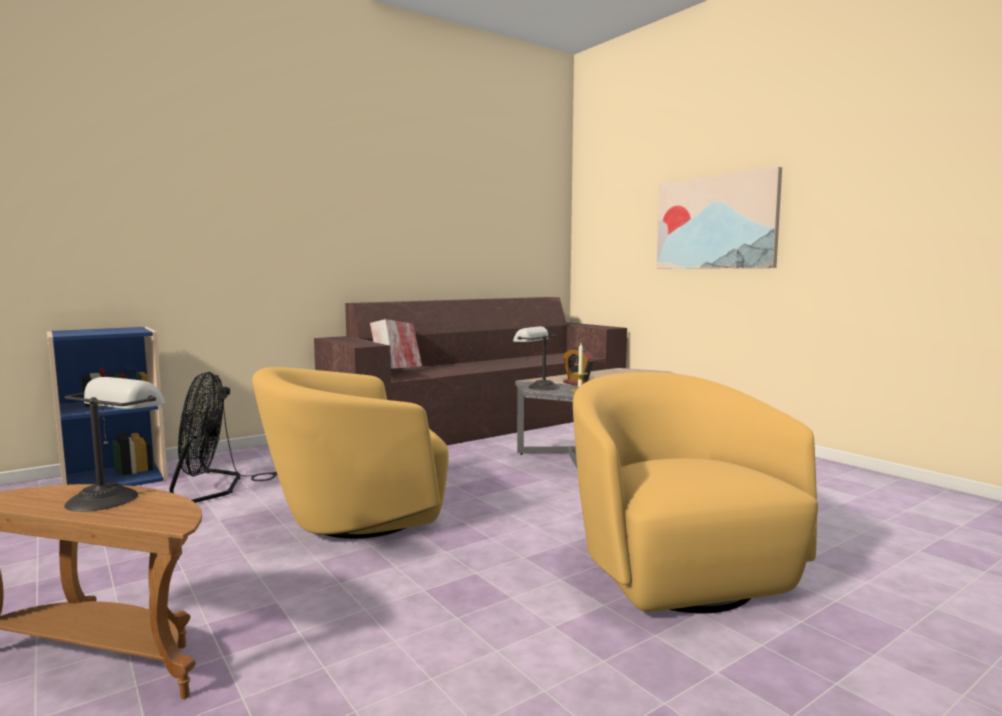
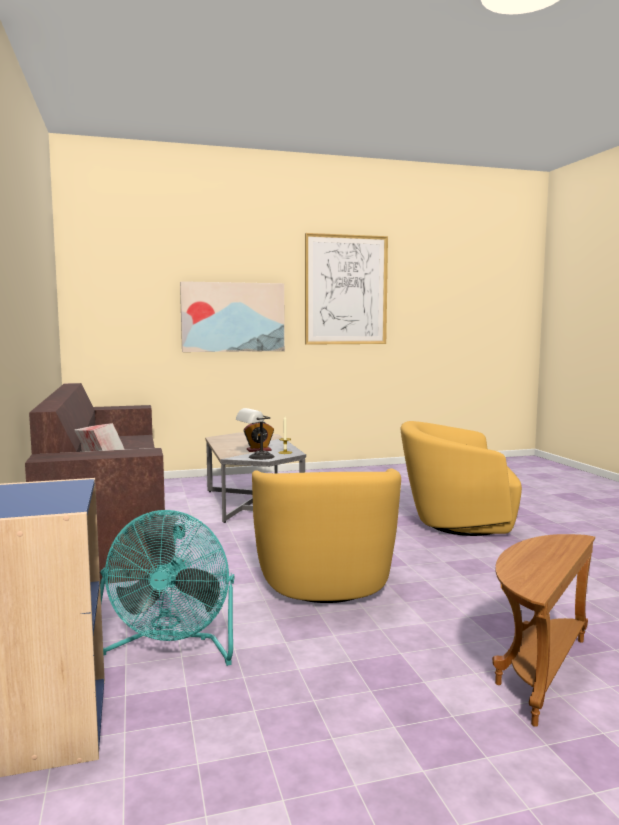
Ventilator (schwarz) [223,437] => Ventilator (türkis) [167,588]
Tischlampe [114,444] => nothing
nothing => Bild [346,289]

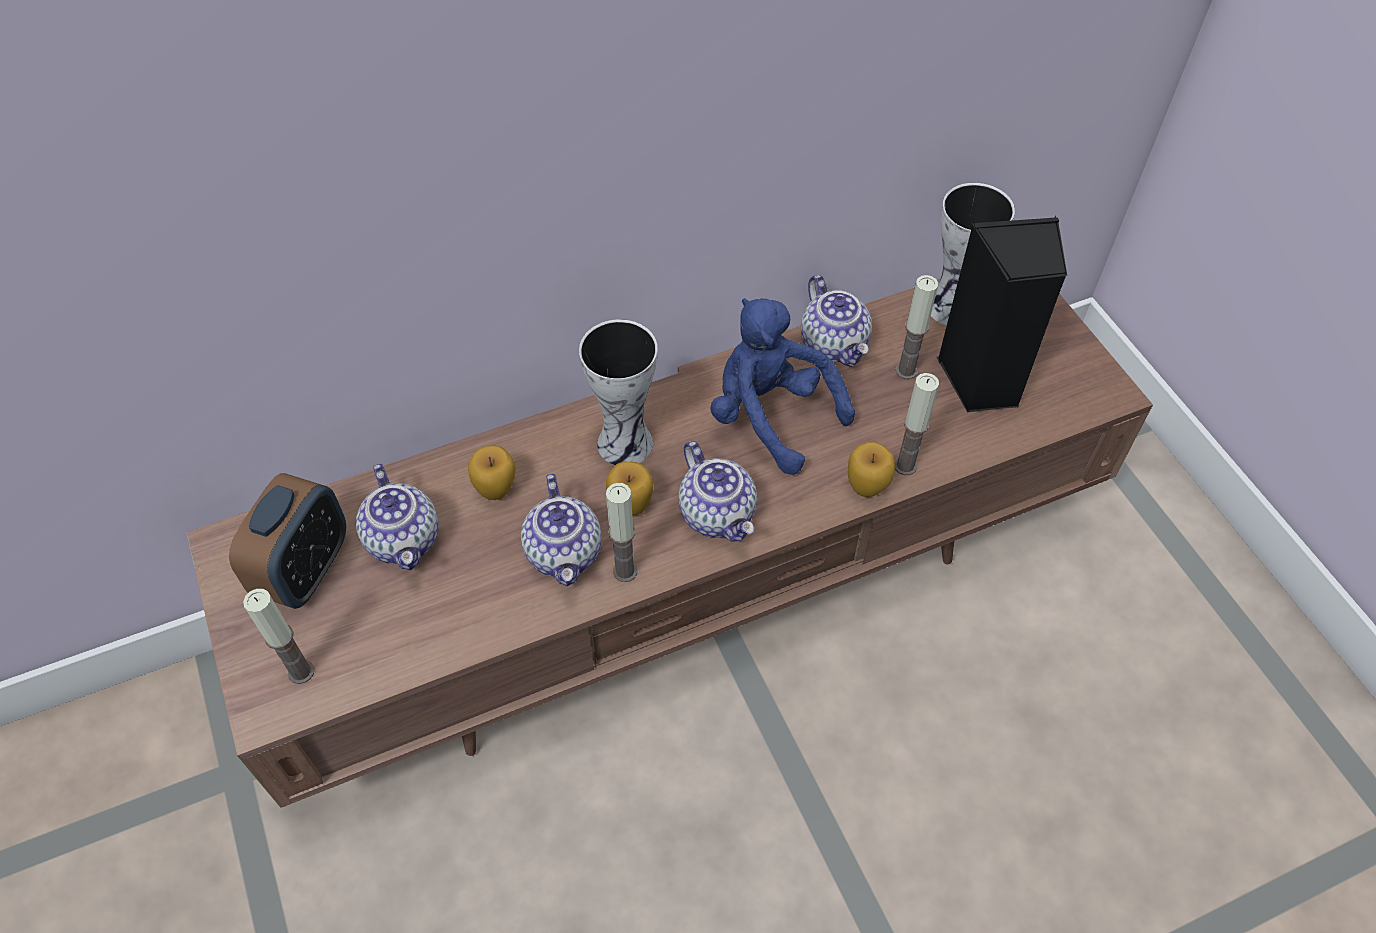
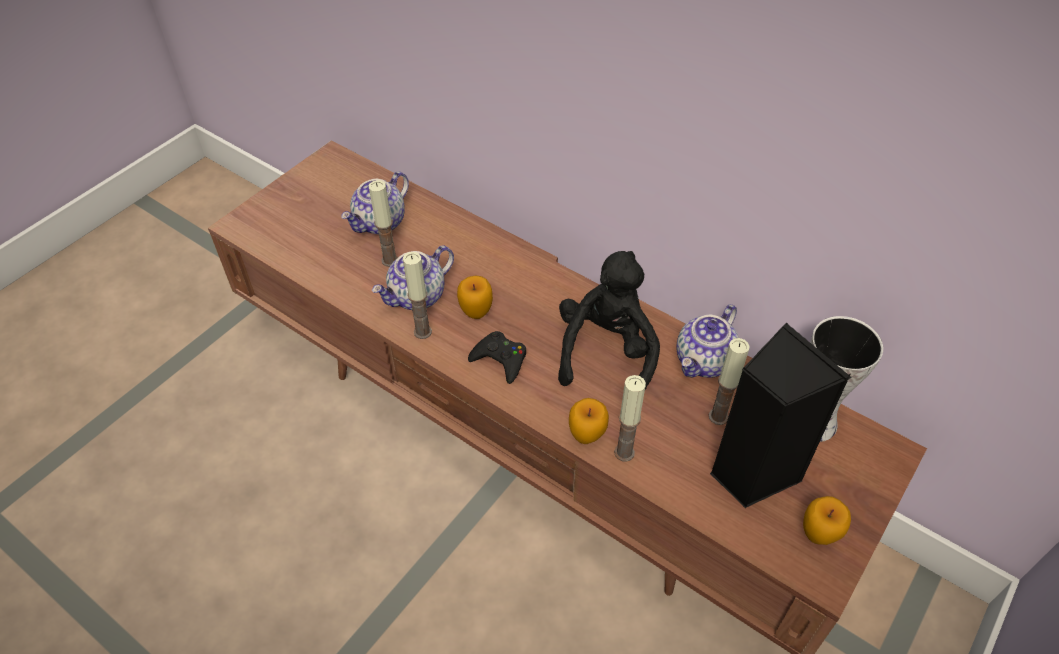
Plüschtier (blau) [782,386] => Plüschtier (schwarz) [609,320]
Vase [618,392] => nothing
Teekanne [717,491] => Gamepad (schwarz) [497,357]
Apfel [492,472] => Apfel [827,520], relocated
Wecker [287,541] => nothing
Kerze [278,636] => Kerze [383,223], relocated

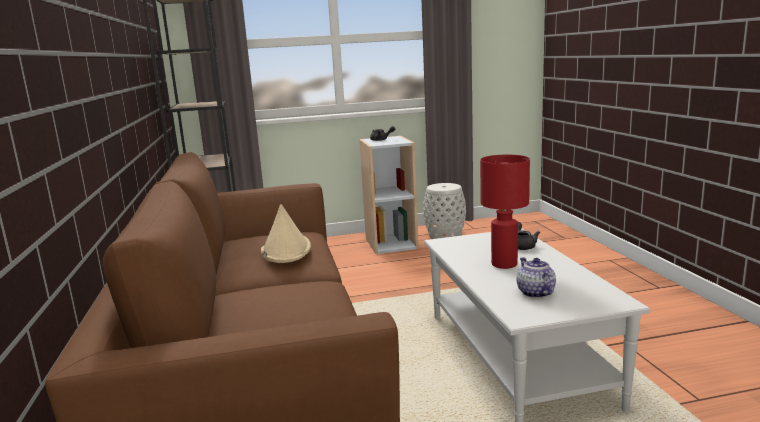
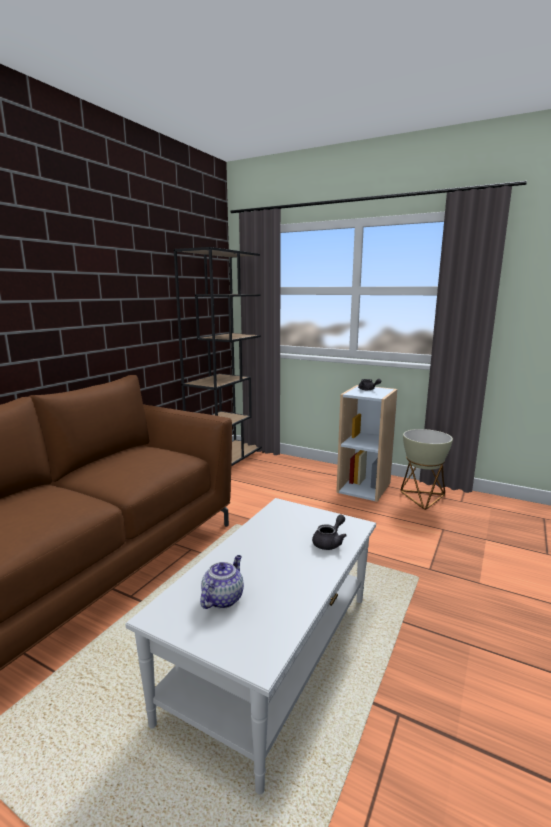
Tischlampe (rot) [505,212] => nothing
Hocker (weiß) [444,211] => Pflanzkübel [426,469]
Hut (beige) [286,234] => nothing

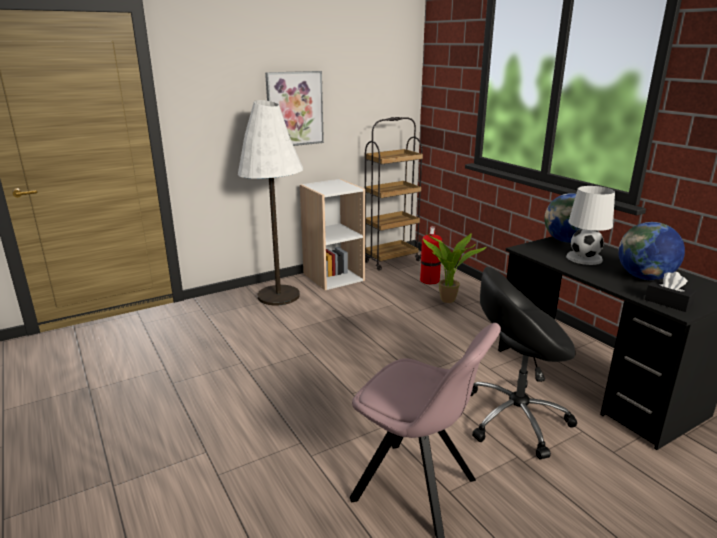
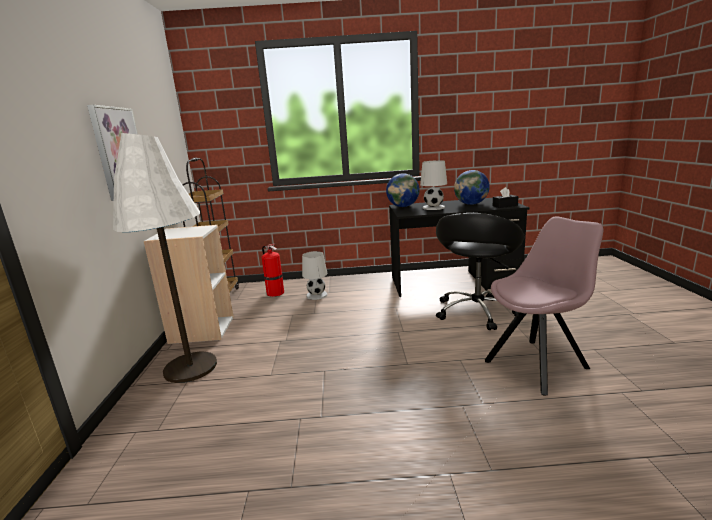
Topfpflanze [455,267] => Tischlampe (weiß) [315,275]

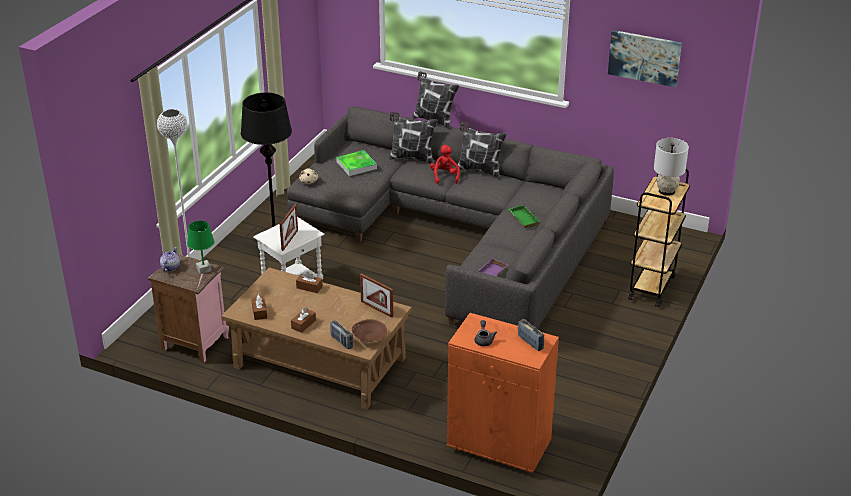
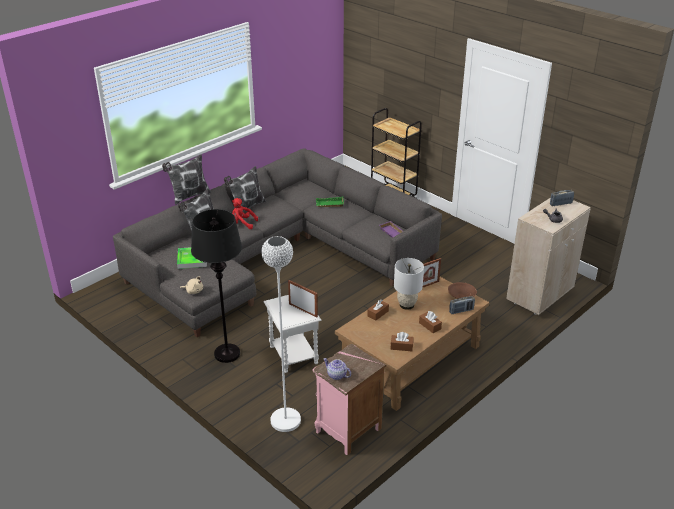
Bild [645,58] => nothing
Tischlampe (weiß) [671,167] => Tischlampe (weiß) [409,284], relocated
Tischlampe (grün) [201,247] => nothing
Schrank (orange) [503,393] => Schrank (beige) [548,256]

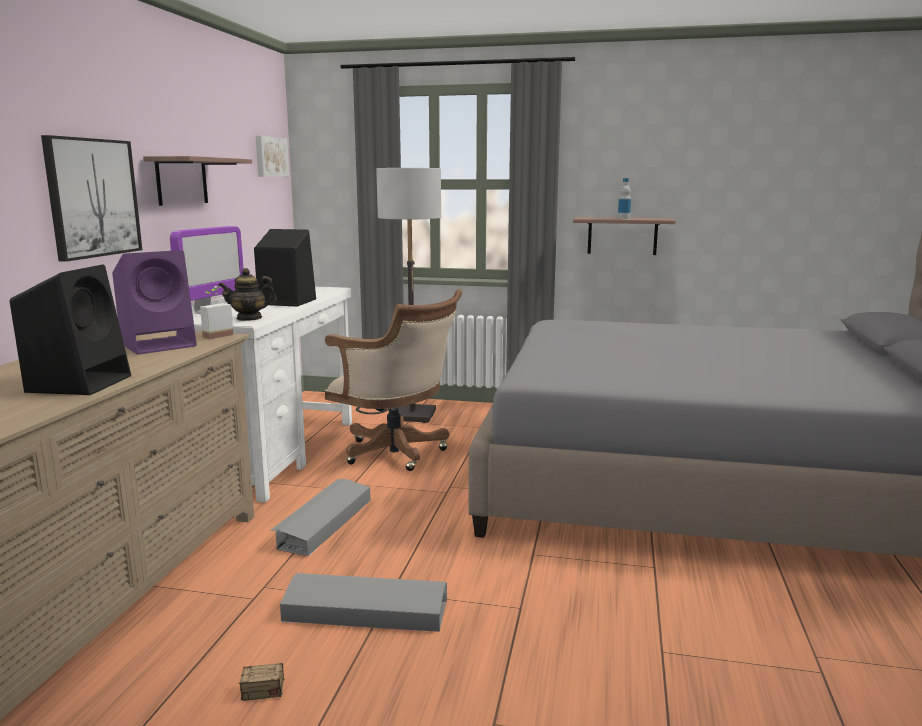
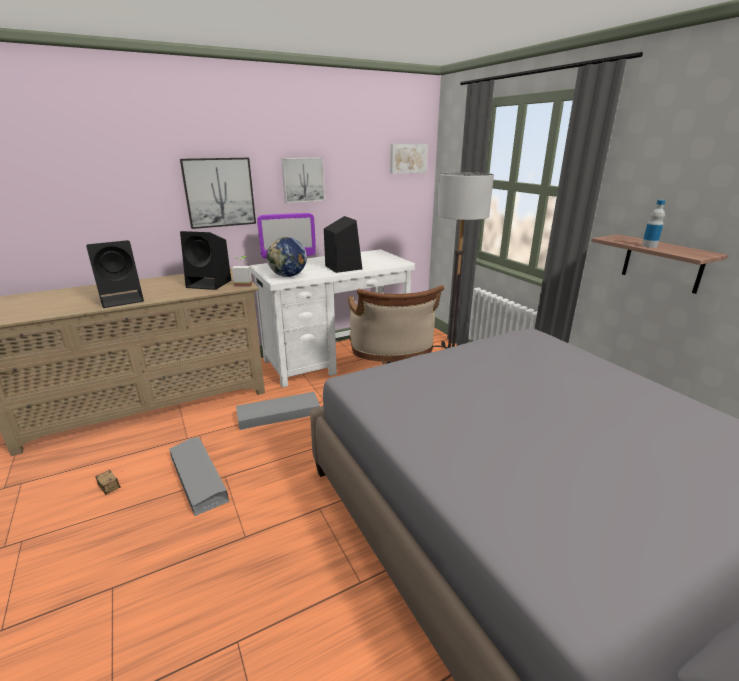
Wandregal [197,181] => Bild [303,180]
Lautsprecher (lila) [154,302] => Lautsprecher (schwarz) [205,260]
Teekanne [247,294] => Globus [287,257]

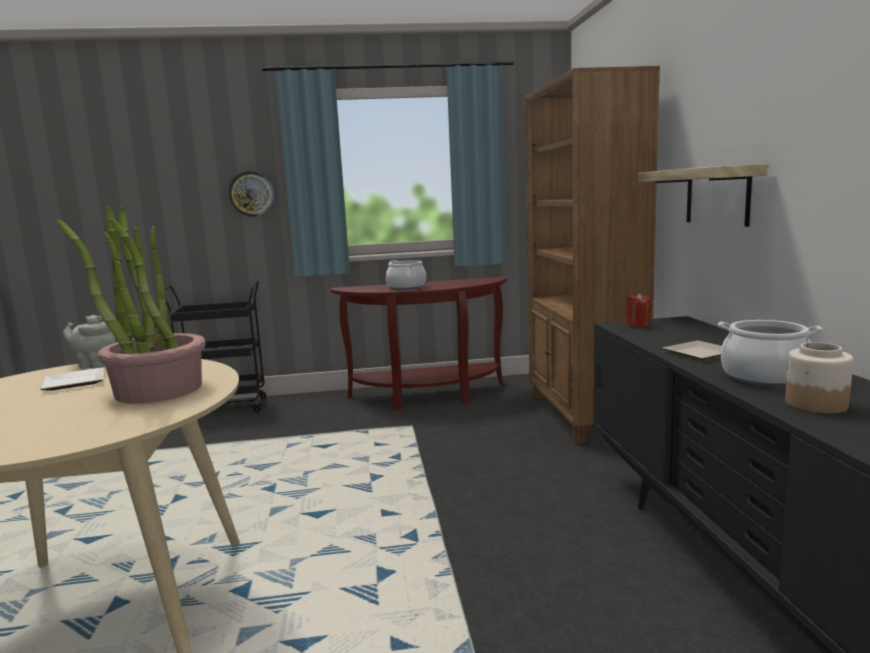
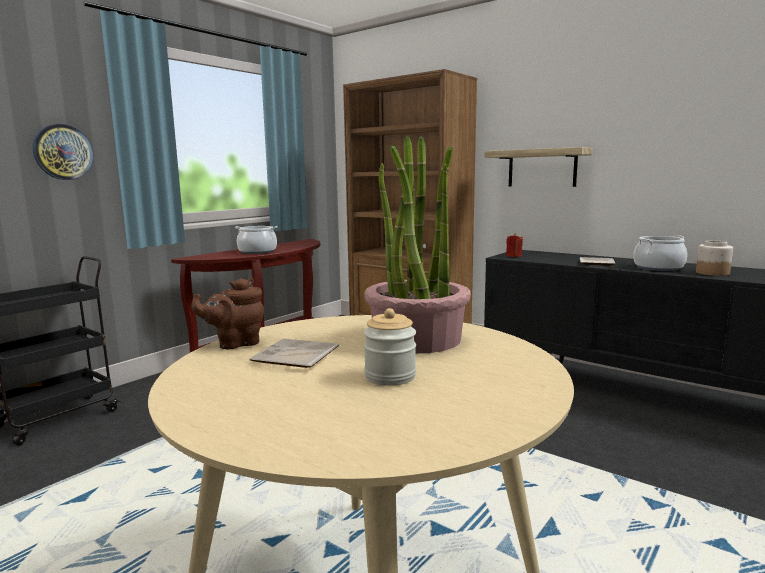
Teekanne (grau) [89,342] => Teekanne (braun) [227,313]
nothing => Vorratsglas [389,347]

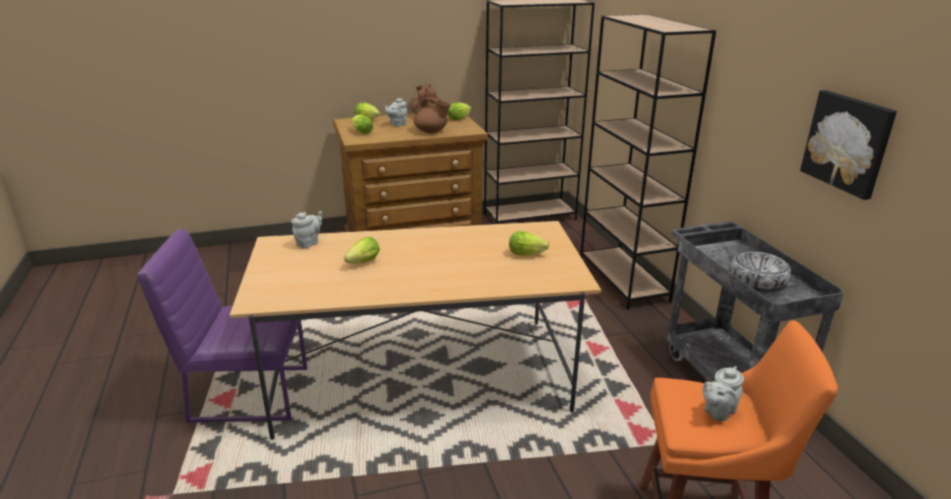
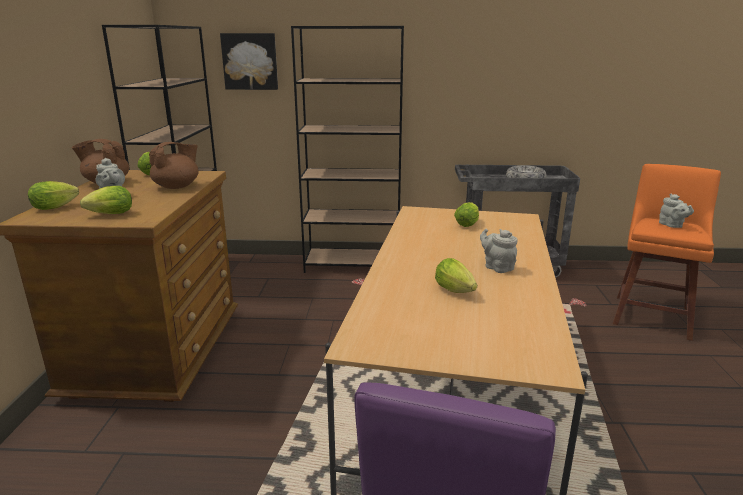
Bild [848,145] => Bild [249,61], relocated
Teekanne (grau) [307,230] => Teekanne (grau) [499,250], relocated

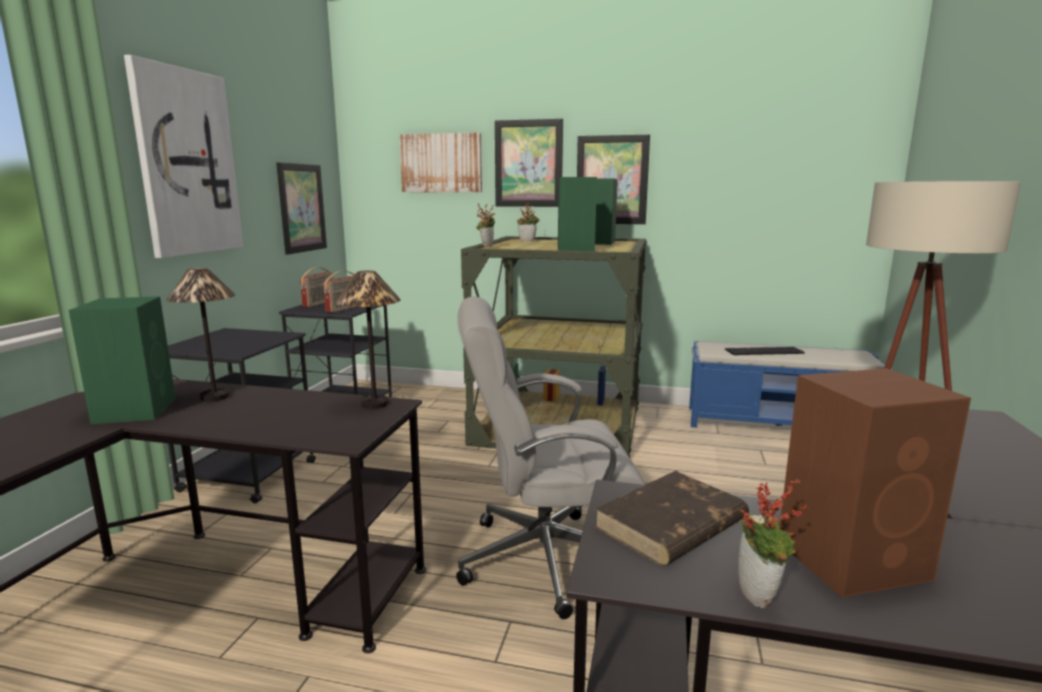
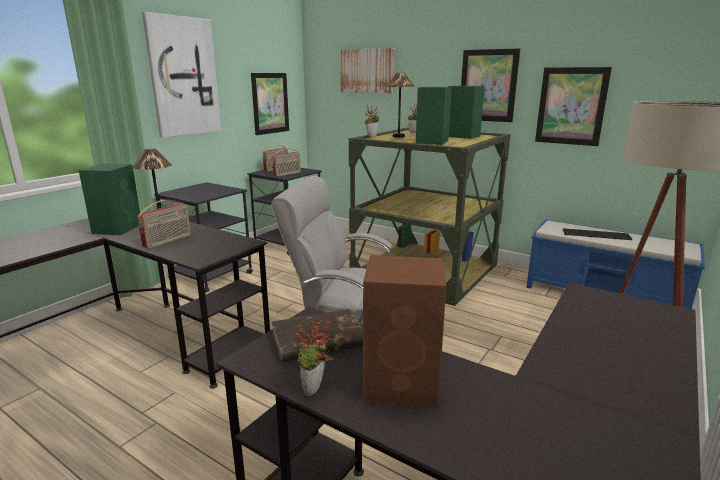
Bild [529,163] => Bild [573,106], relocated
Tischlampe [368,340] => Tischlampe [400,105], relocated
nothing => Radio [164,224]

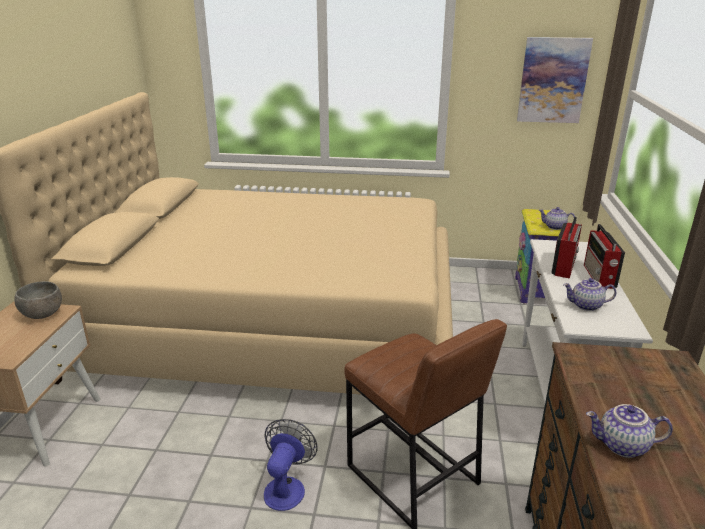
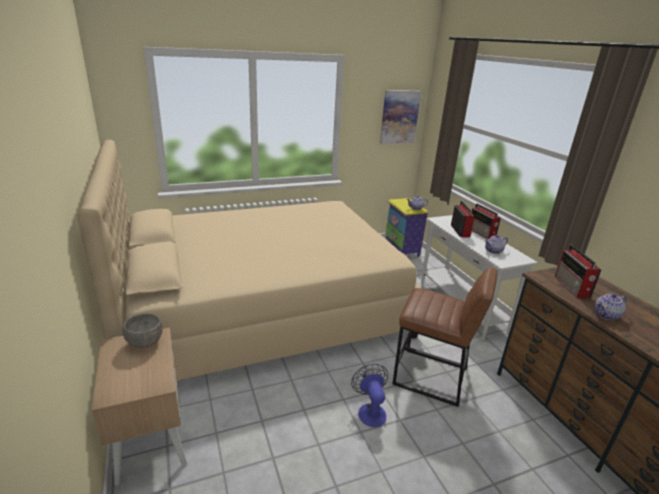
nothing => Radio [578,271]

